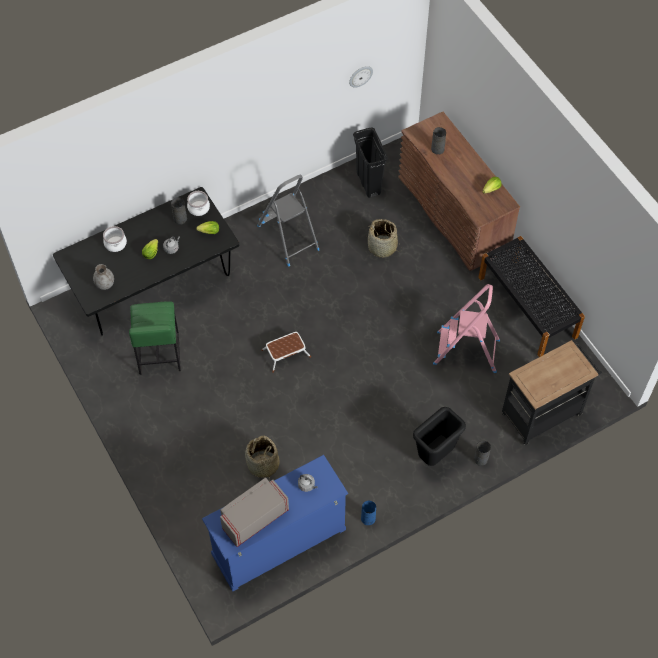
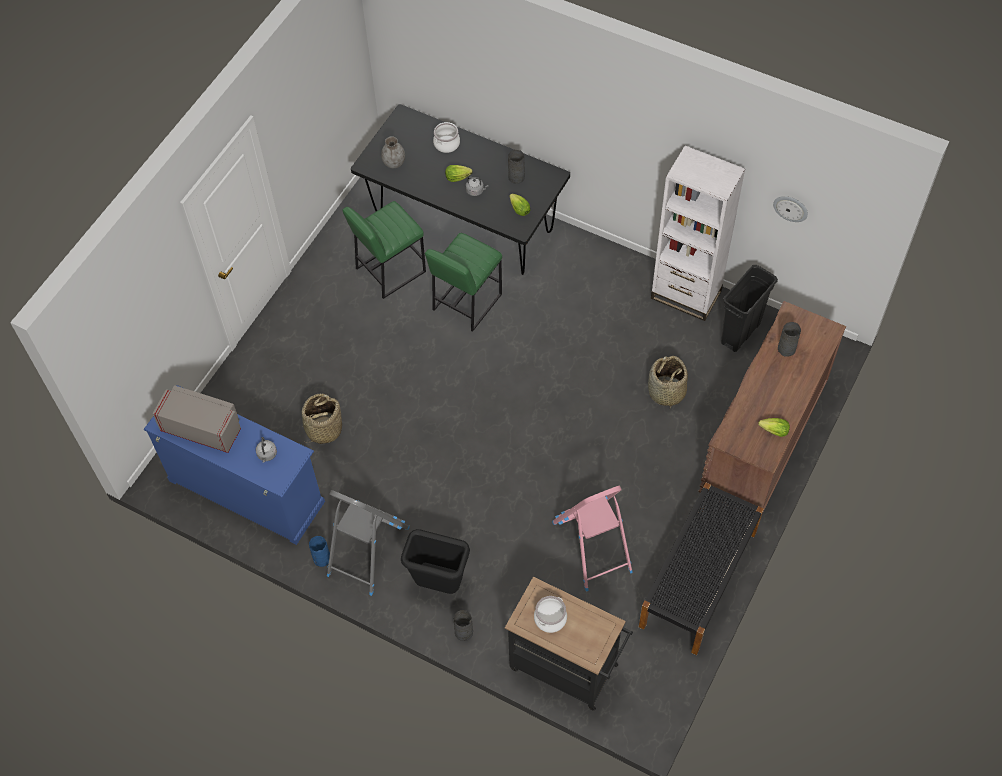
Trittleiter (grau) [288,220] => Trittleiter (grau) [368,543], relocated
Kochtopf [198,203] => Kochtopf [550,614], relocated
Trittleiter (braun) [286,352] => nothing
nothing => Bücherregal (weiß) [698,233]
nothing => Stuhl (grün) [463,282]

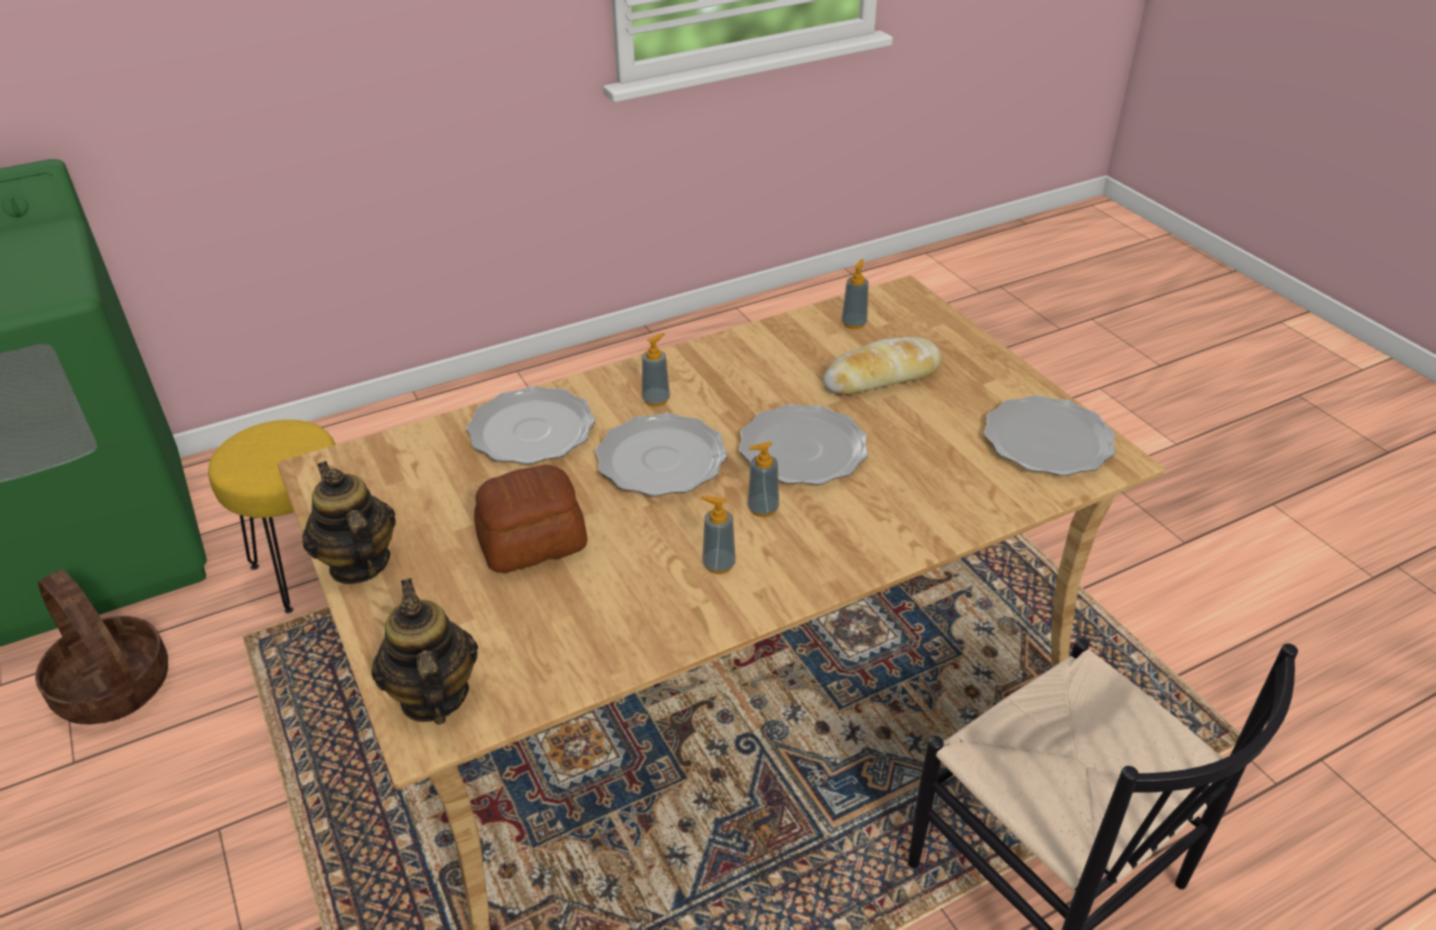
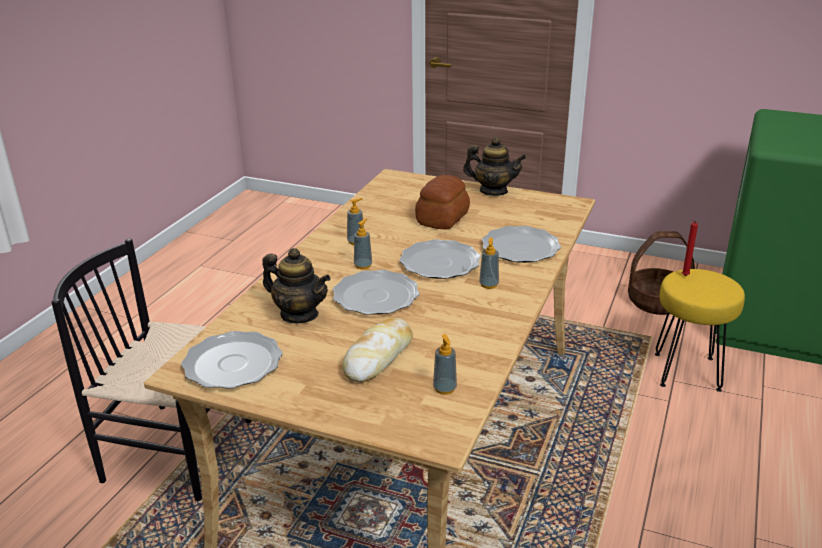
Teekanne [424,651] => Teekanne [297,285], relocated
nothing => Kerze (rot) [690,248]

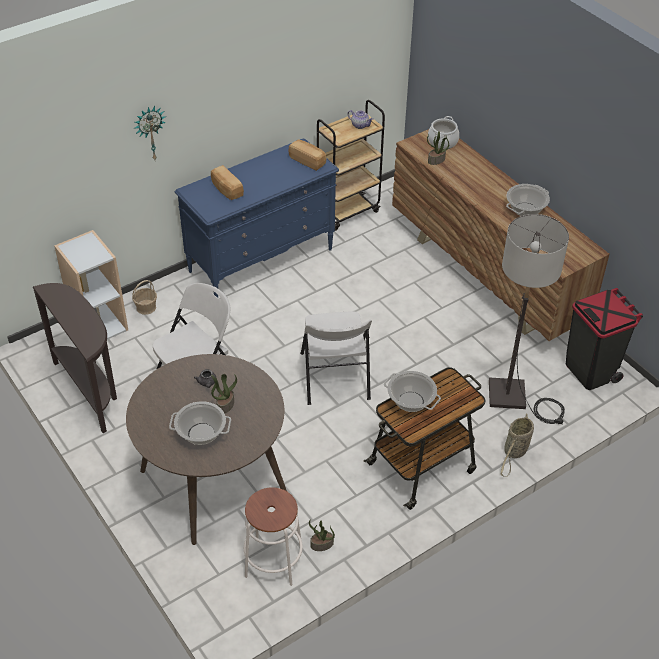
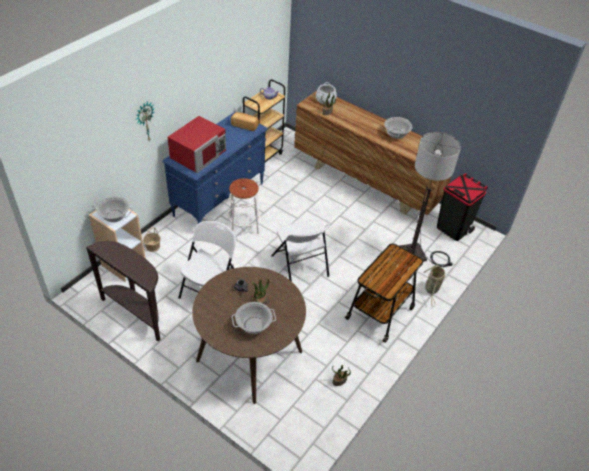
Brot [227,182] => Mikrowelle (rot) [197,144]
Kochtopf [412,391] => Kochtopf [113,209], relocated
Hocker (weiß) [273,536] => Hocker (weiß) [244,206], relocated

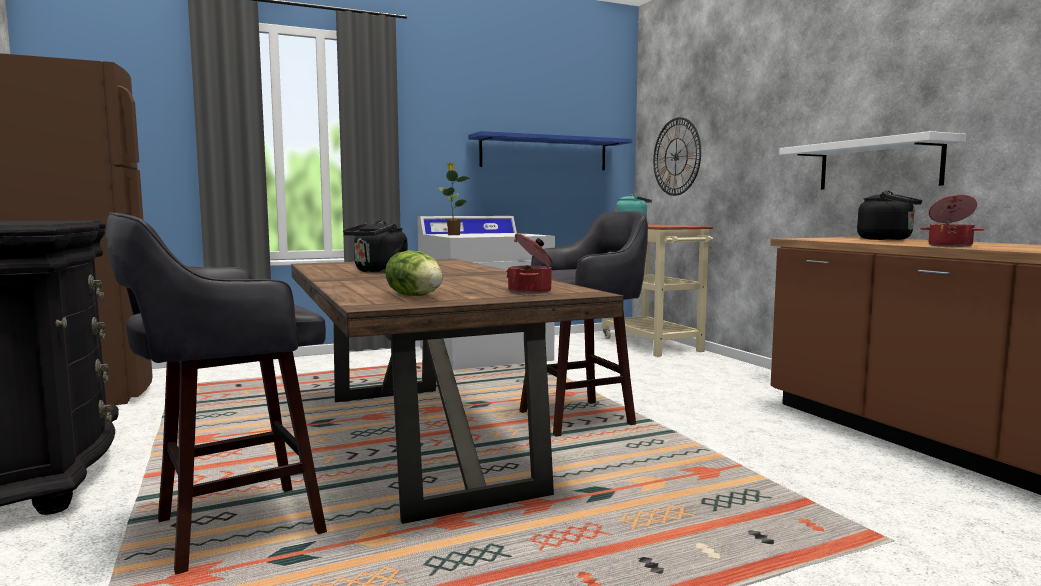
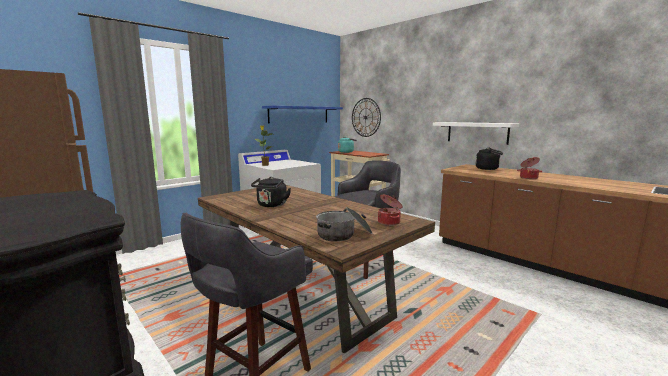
Salatkopf [414,273] => Kochtopf [344,224]

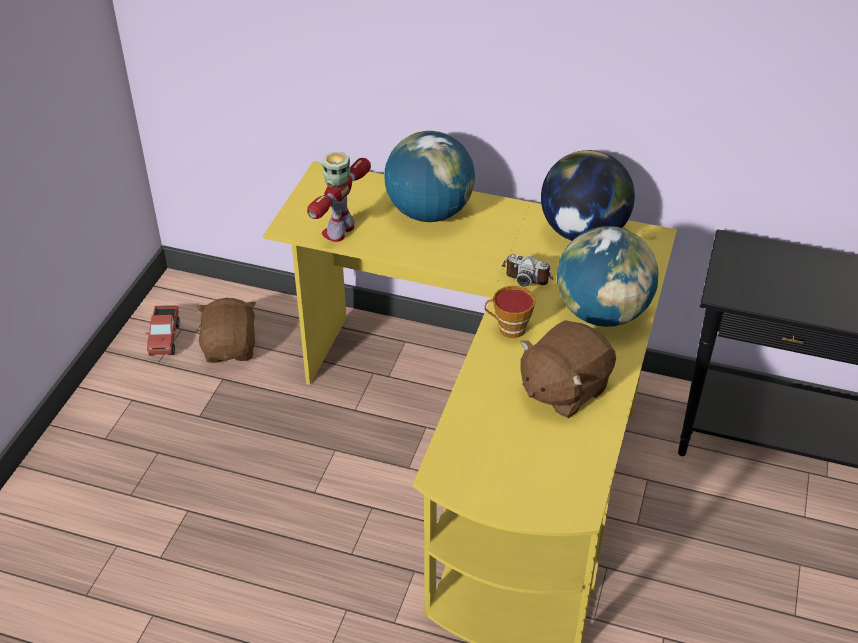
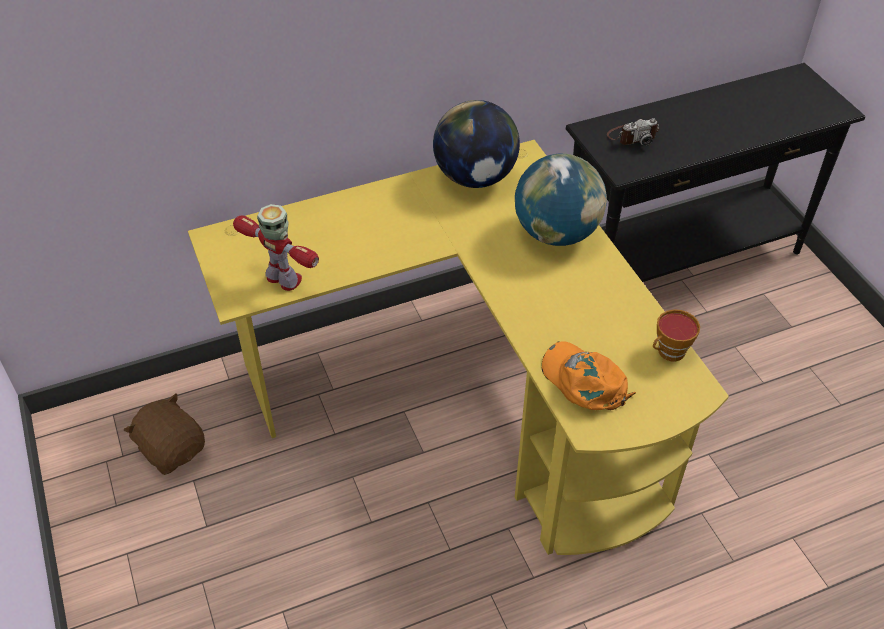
Globus [430,176] => nothing
Spielzeugroboter [339,197] => Spielzeugroboter [276,247], 135 degrees clockwise
Kamera [527,270] => Kamera [633,132], relocated
Tasse [510,312] => Tasse [676,335], relocated
Spielzeuglaster [162,330] => nothing
Plüschtier (braun) [568,369] => nothing
nothing => Kappe (orange) [589,375]

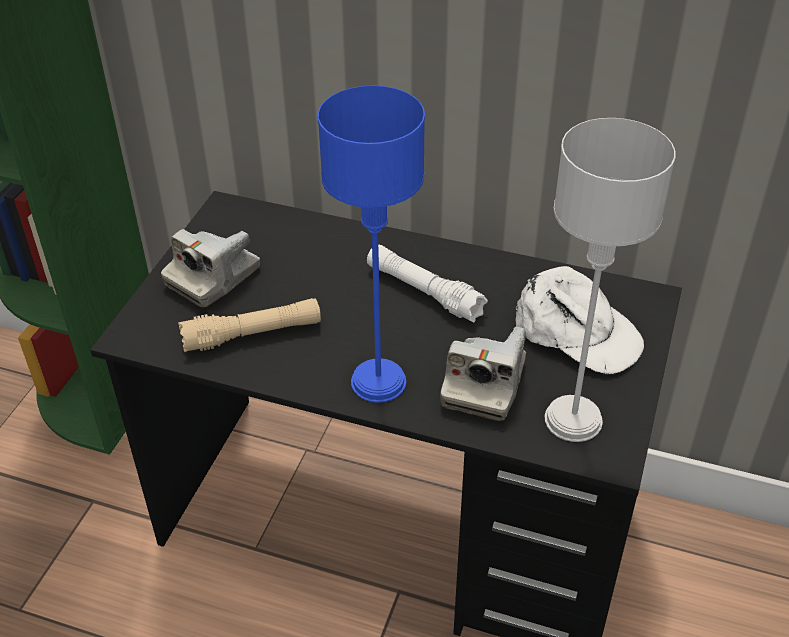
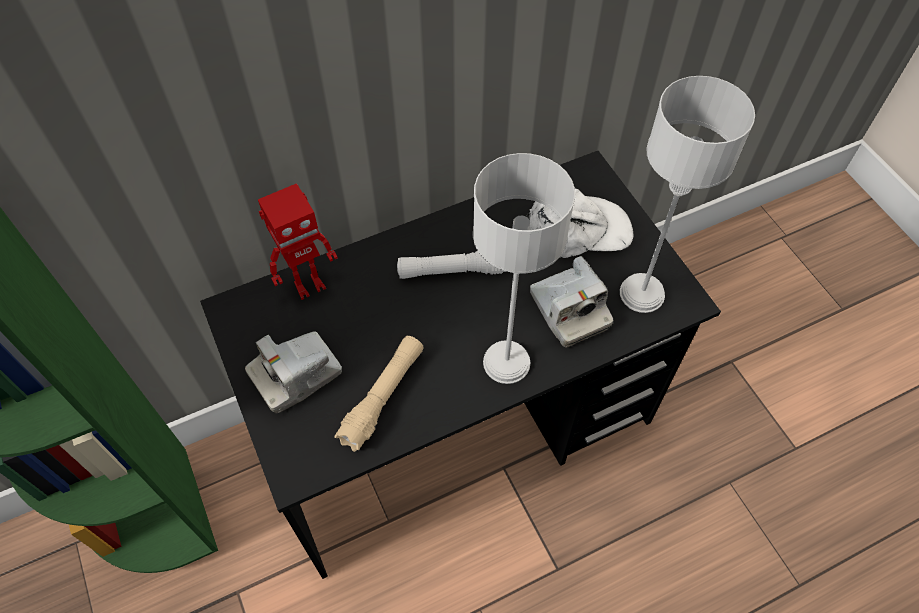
Tischlampe (blau) [371,244] => Tischlampe (grau) [524,268]
Kamera [210,268] => Kamera [293,372], 60 degrees clockwise
nothing => Spielzeugroboter [298,241]

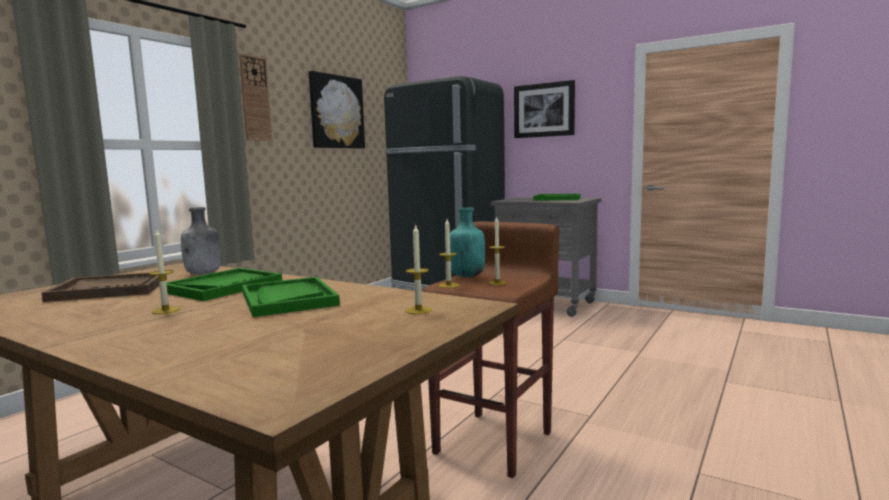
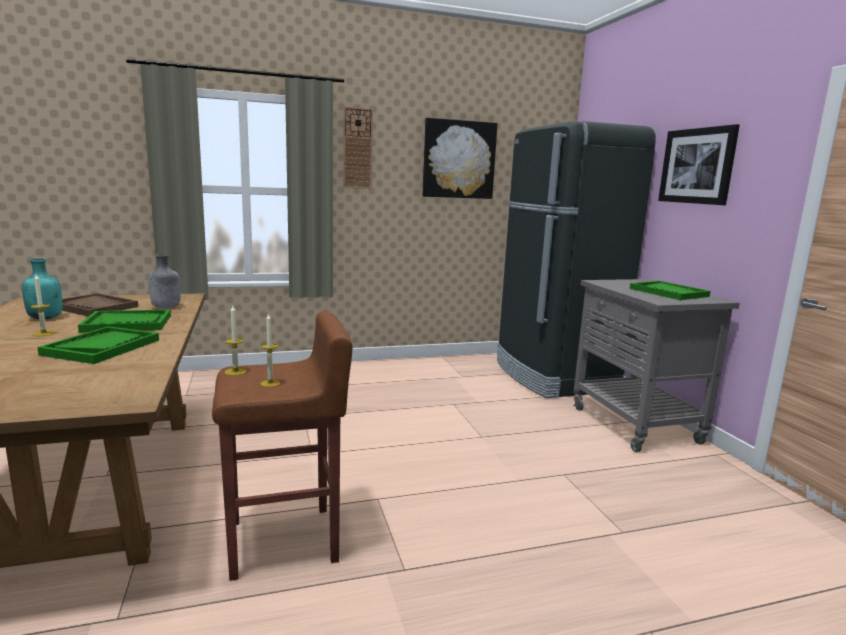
Flasche (türkis) [467,242] => Flasche (türkis) [42,288], relocated
Kerze [418,269] => nothing

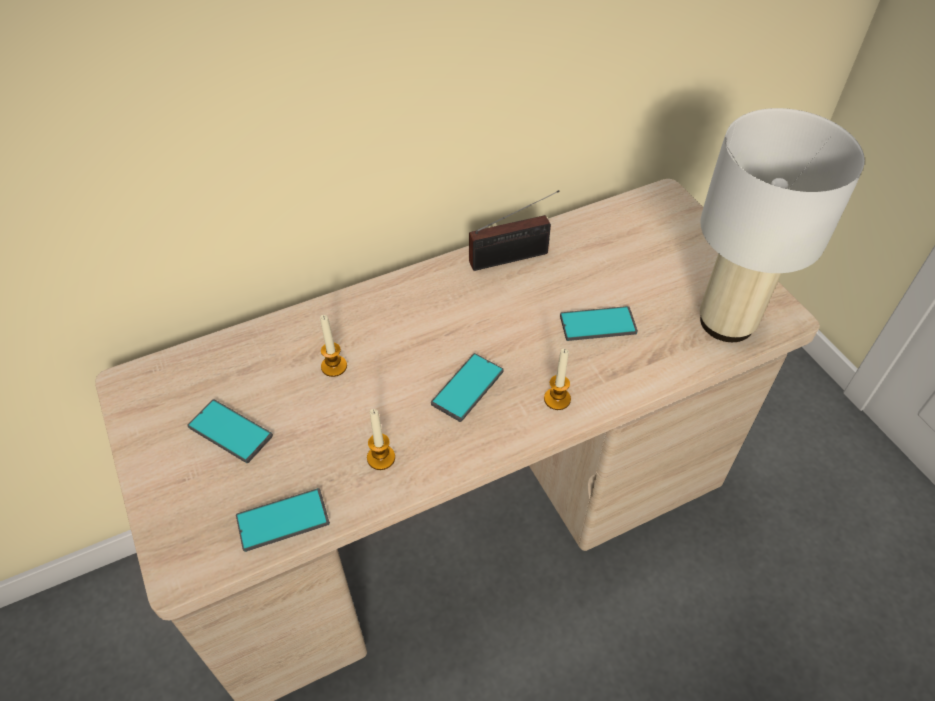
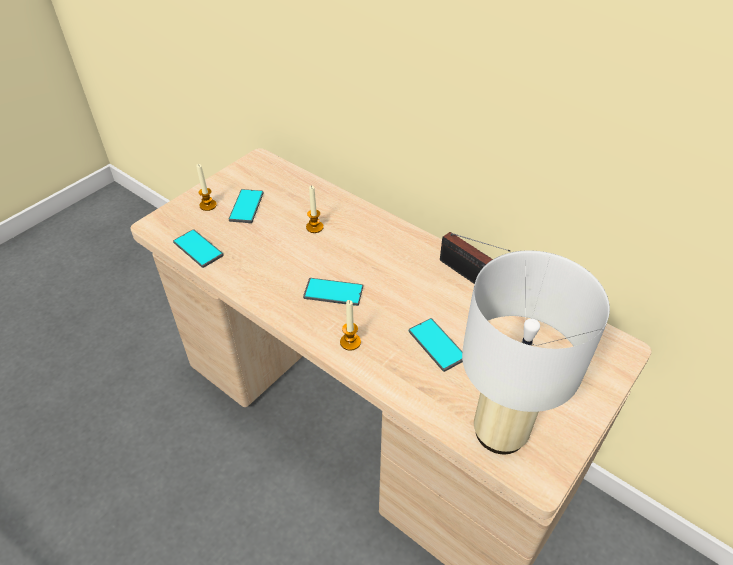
Kerze [381,439] => Kerze [206,187], relocated

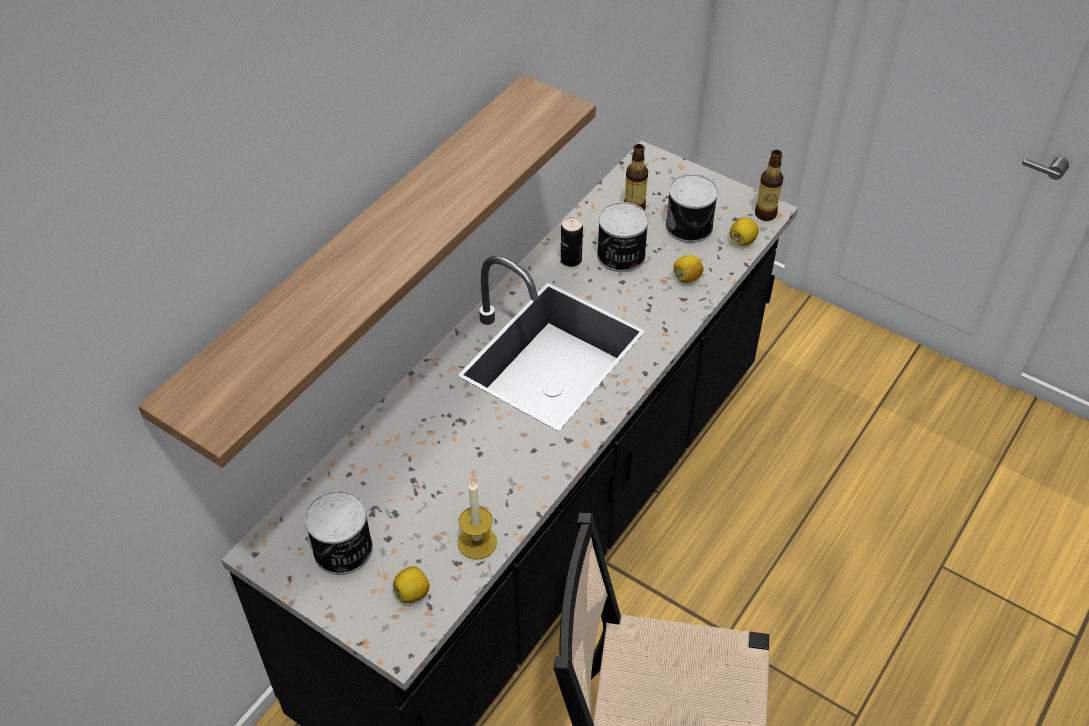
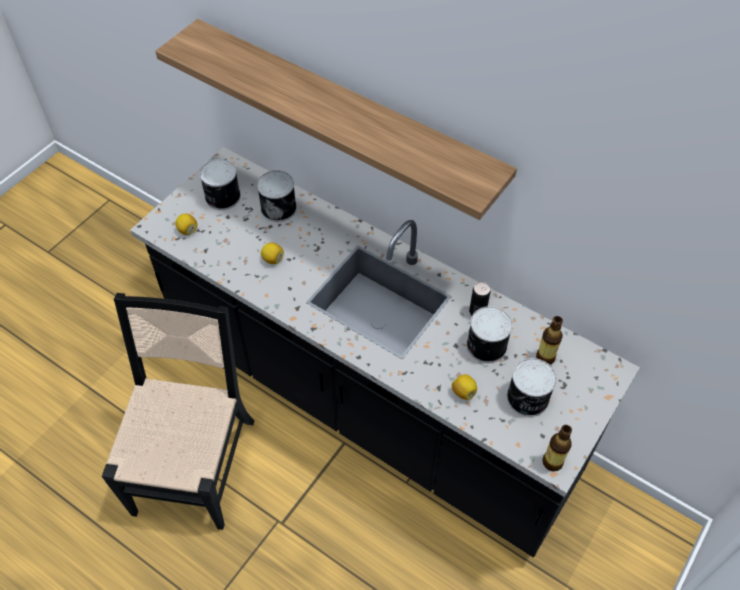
Zitrone [744,231] => Zitrone [272,253], relocated
Kerze [477,520] => nothing
nothing => Dose [277,196]

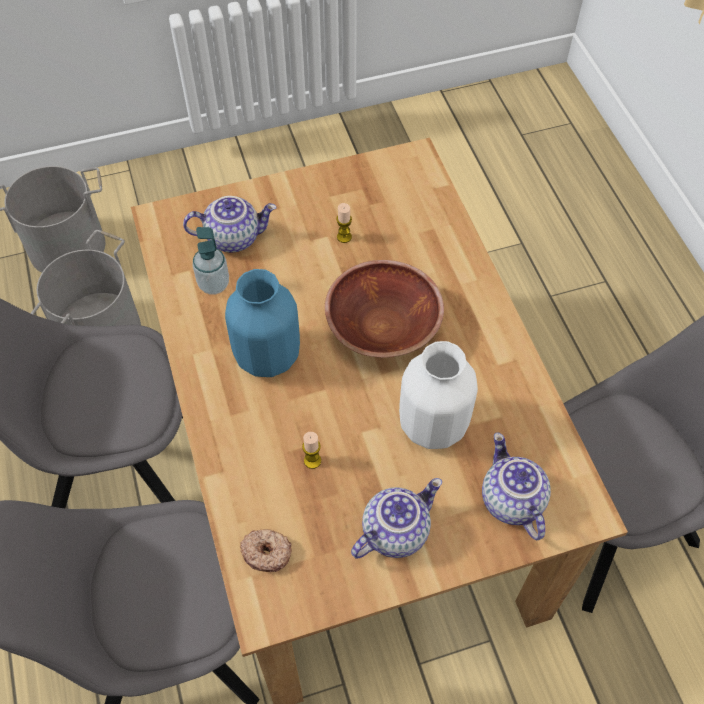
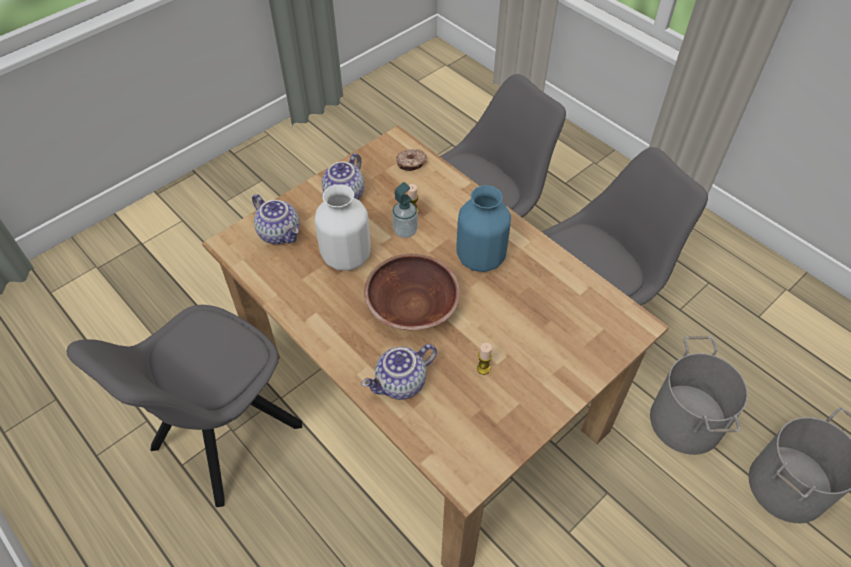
Teekanne [230,224] => Teekanne [399,372], relocated
Seifenspender [211,261] => Seifenspender [405,210], relocated

